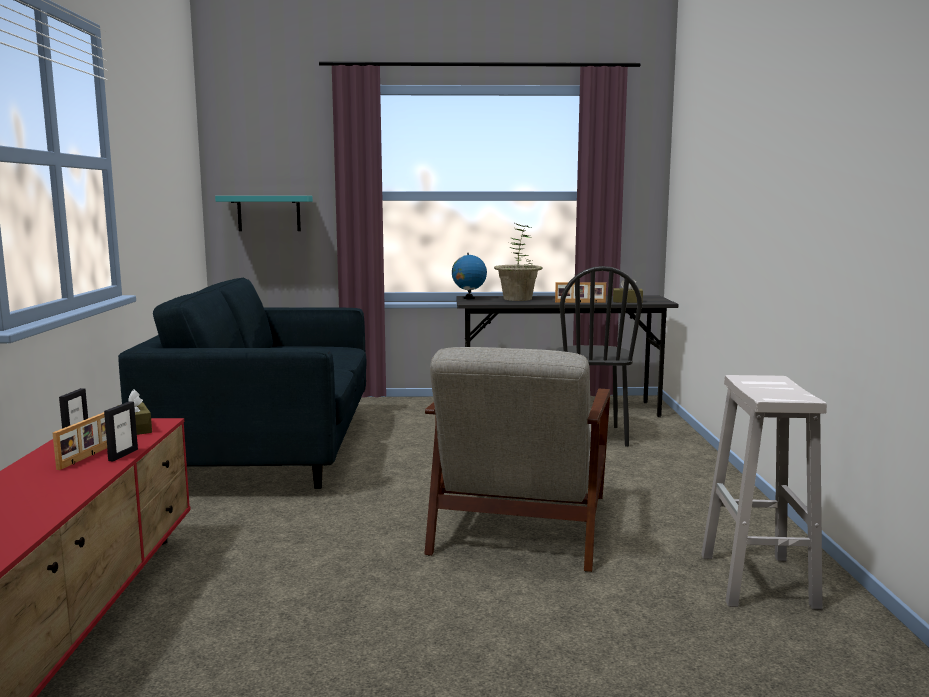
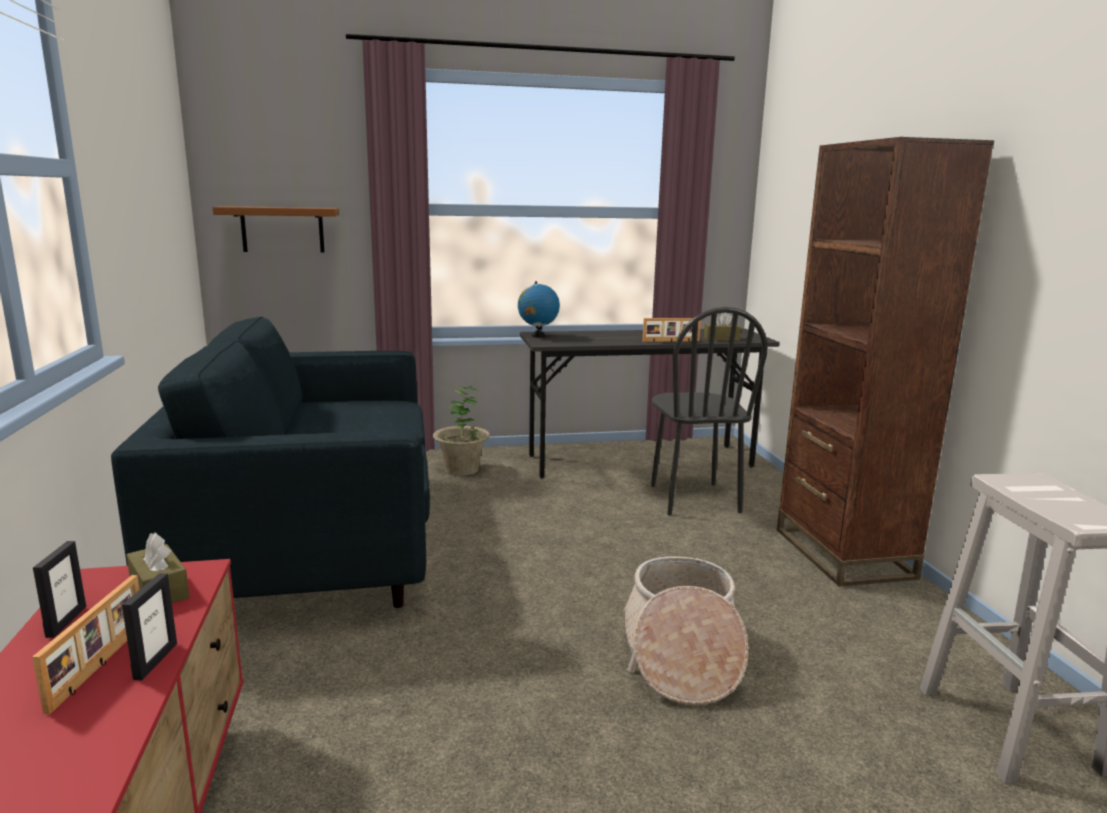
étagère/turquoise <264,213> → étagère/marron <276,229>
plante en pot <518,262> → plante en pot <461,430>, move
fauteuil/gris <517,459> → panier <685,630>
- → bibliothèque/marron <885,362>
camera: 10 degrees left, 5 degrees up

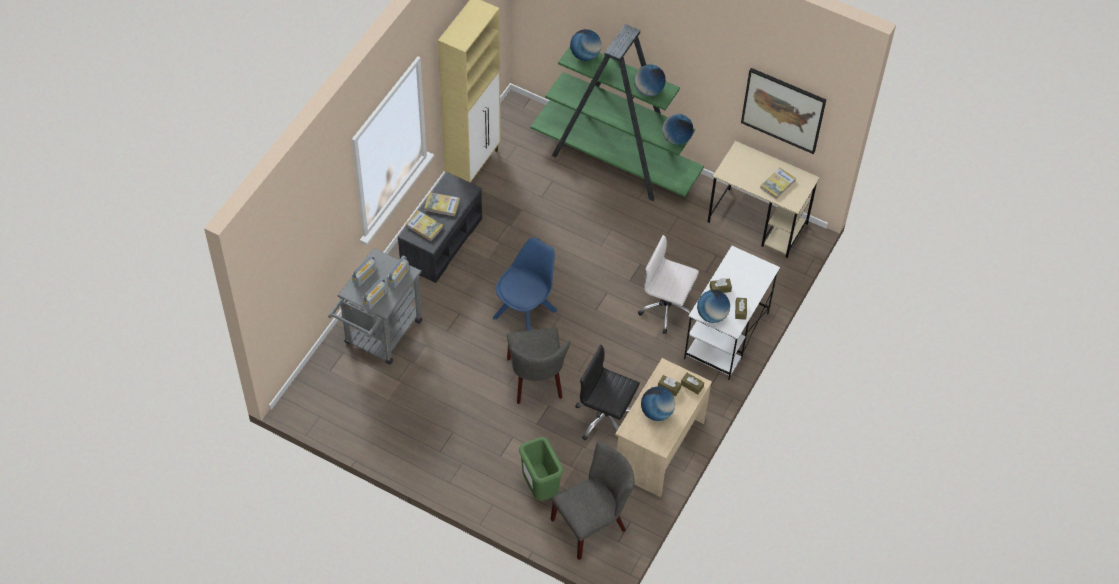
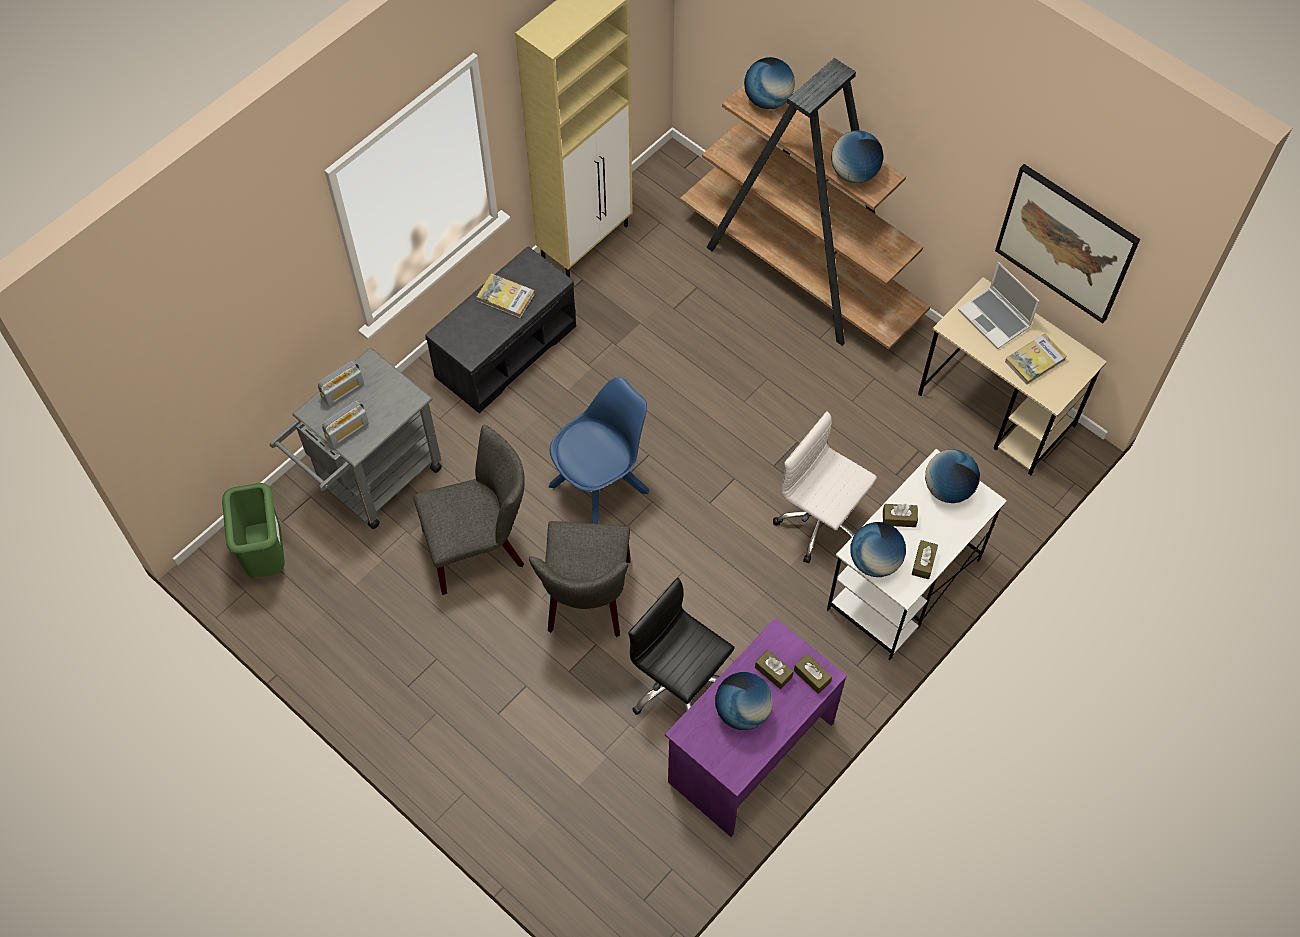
bibliothèque/vert <617,112> → bibliothèque/marron <805,204>
globe <677,129> → globe <952,476>, move
livre <424,225> → -
radio <398,272> → -
bureau/beige <663,427> → bureau/violet <756,727>
poubelle/vert <541,469> → poubelle/vert <253,530>, move
chaise/gris <592,500> → chaise/gris <469,510>, move
- → ordinateur portable <998,305>
camera: 15 degrees right, 5 degrees up

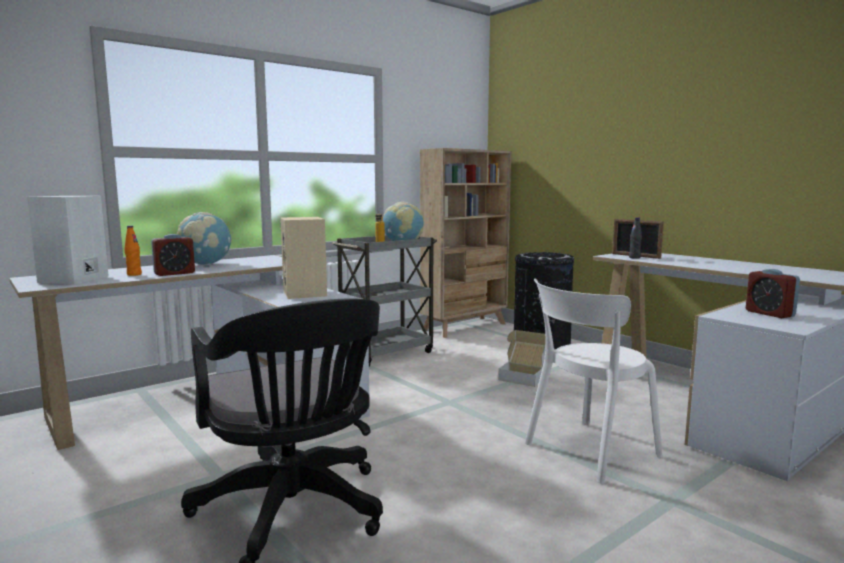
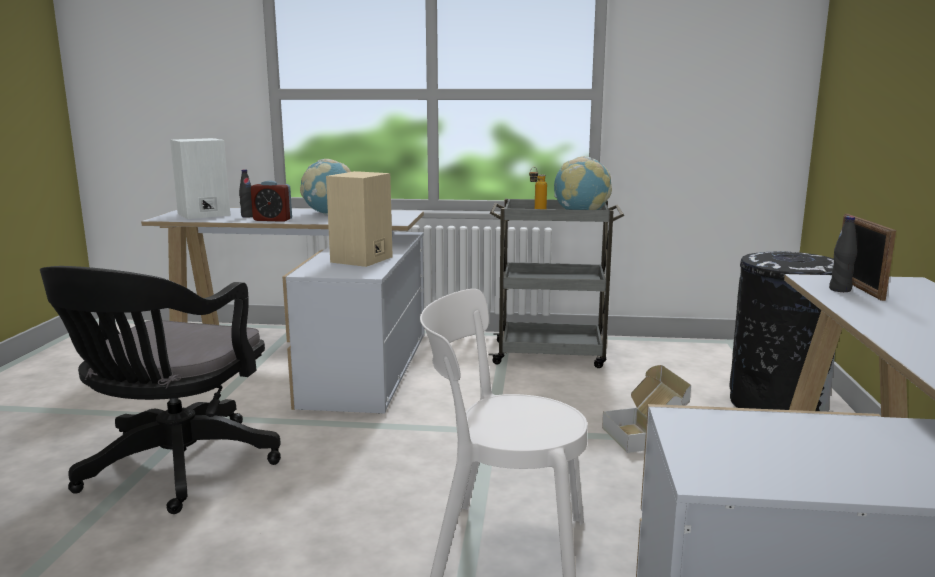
bibliothèque/beige <465,243> → -
bouteille/orange <133,251> → bouteille/noir <246,194>
réveil <773,293> → -
camera: 45 degrees right, 5 degrees up

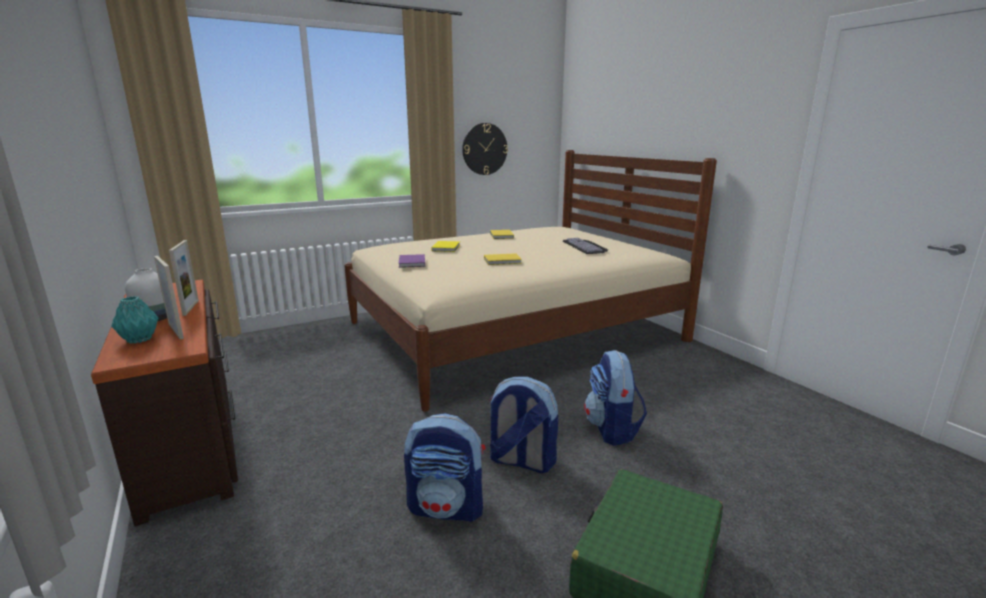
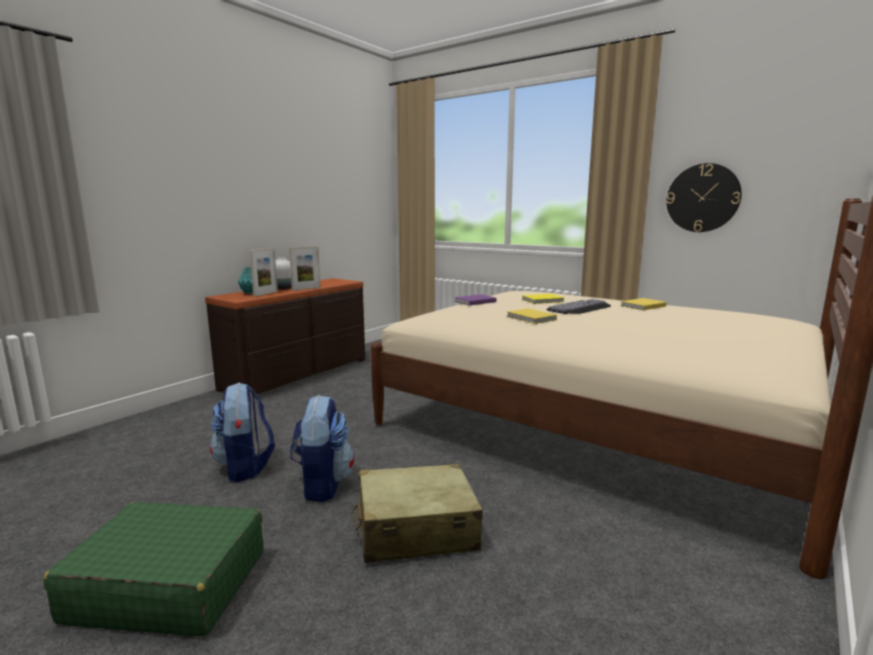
clavier <585,246> → clavier <578,306>, move
sac à dos <615,398> → valise/beige <417,513>
camera: 65 degrees right, 5 degrees down

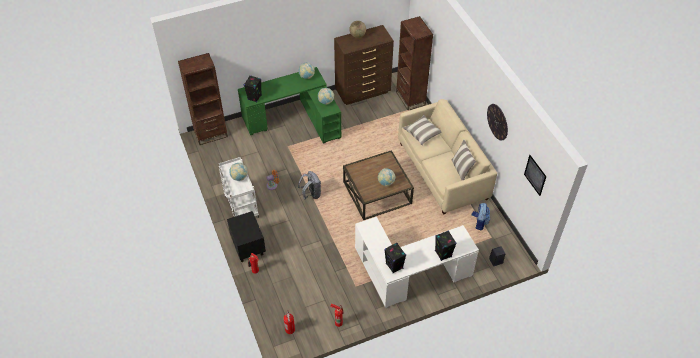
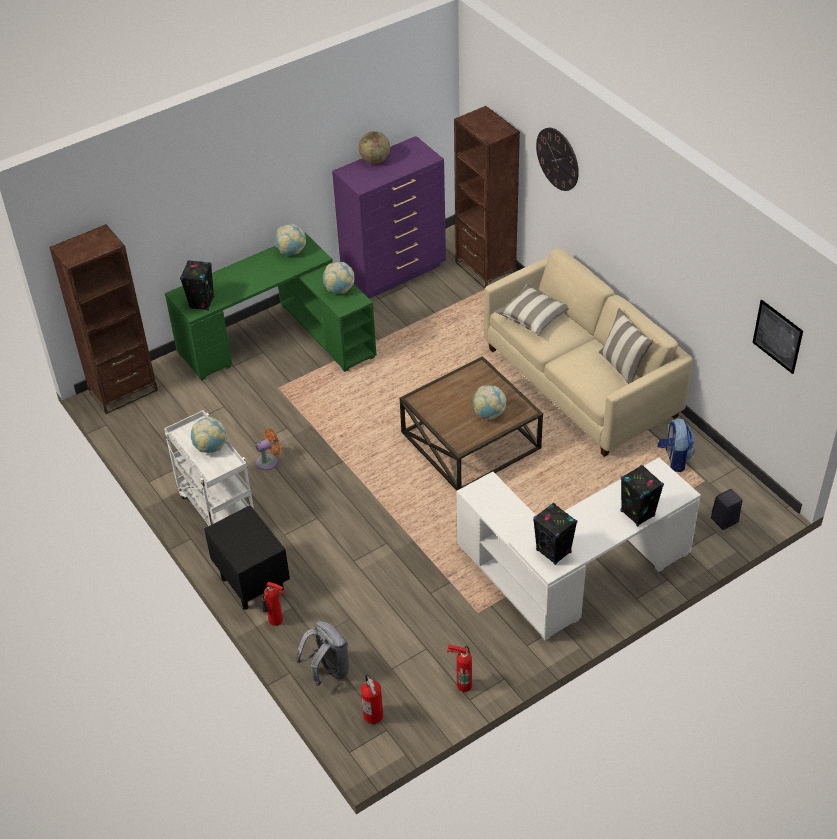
commode/marron <364,65> → commode/violet <389,217>
horloge murale <497,122> → horloge murale <557,159>, move
sac à dos/gris <309,185> → sac à dos/gris <322,653>, move
camera: 10 degrees left, 5 degrees down

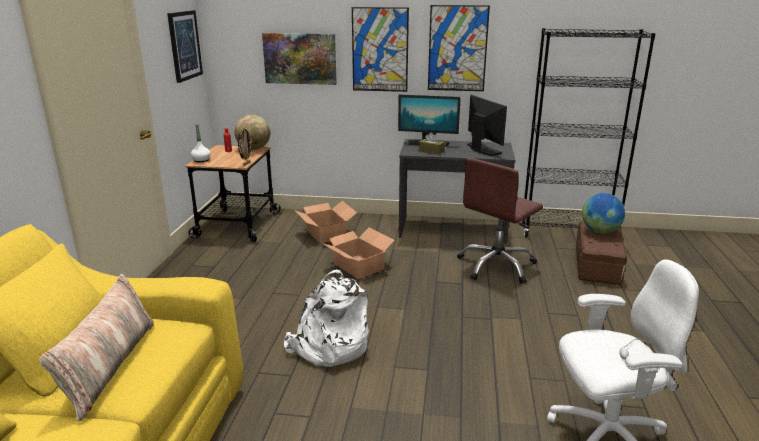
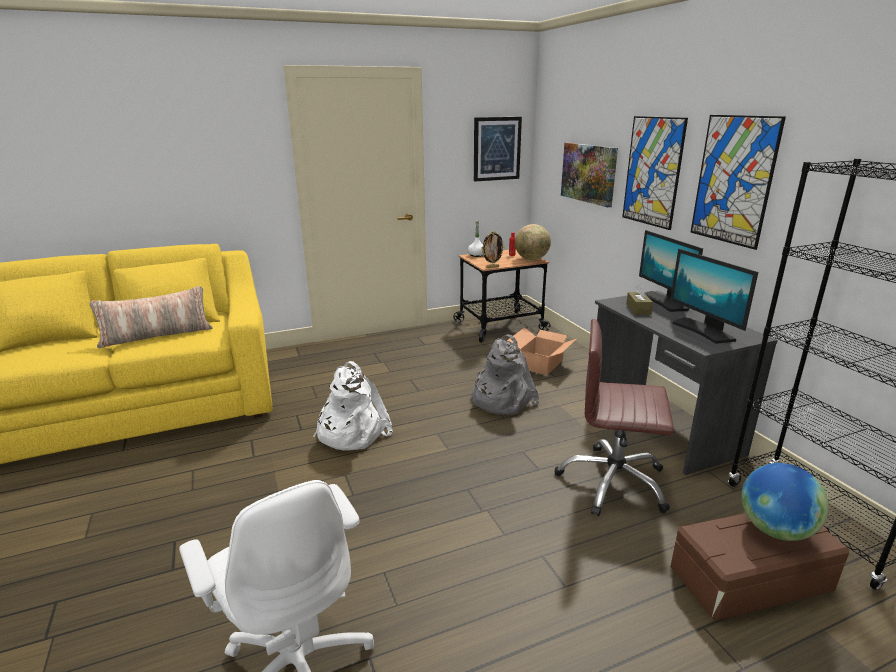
écran d'ordinateur <487,125> → écran d'ordinateur <714,296>, 120 degrees clockwise
carton <358,253> → sac à dos/gris <504,374>
camera: 60 degrees right, 0 degrees up

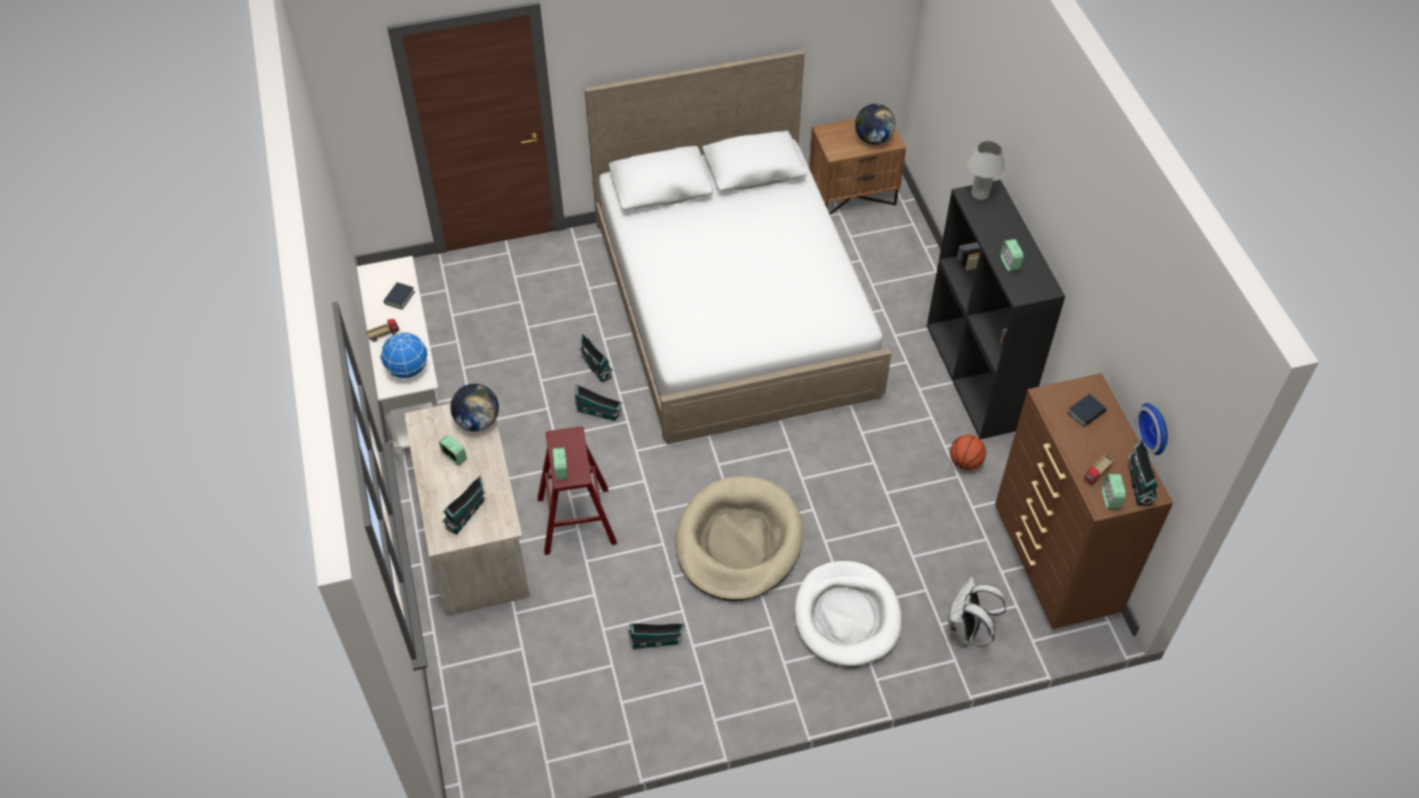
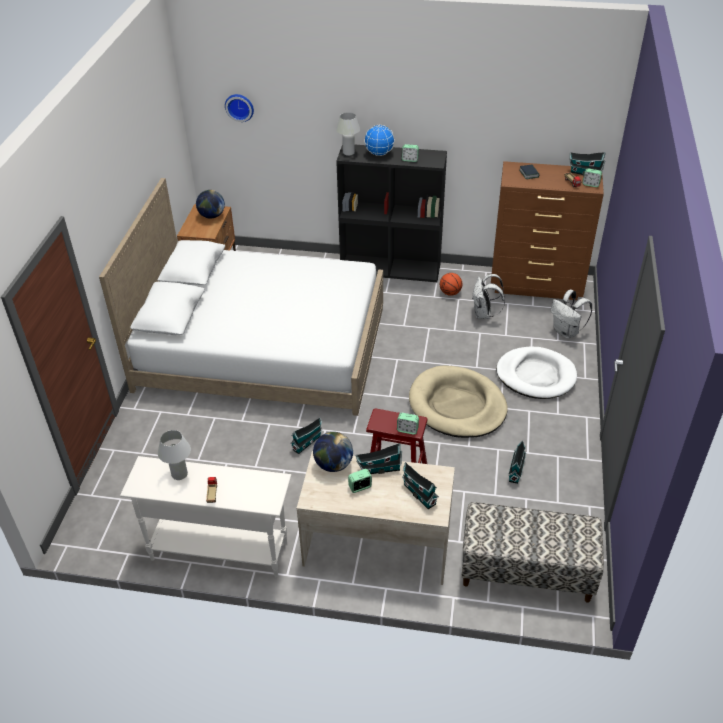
livre <399,296> → lampe de table/blanc <174,455>
globe <404,355> → globe <379,140>, move
maison miniature <596,358> → maison miniature <379,458>, move
horloge murale <1152,429> → horloge murale <239,108>, move
- → sac à dos/blanc <488,296>
- → banc <532,552>
camera: 65 degrees left, 10 degrees down

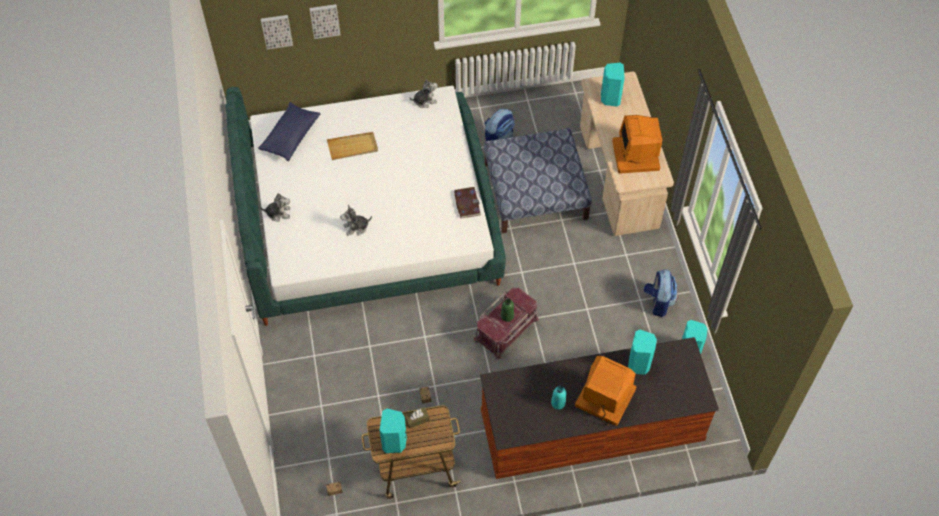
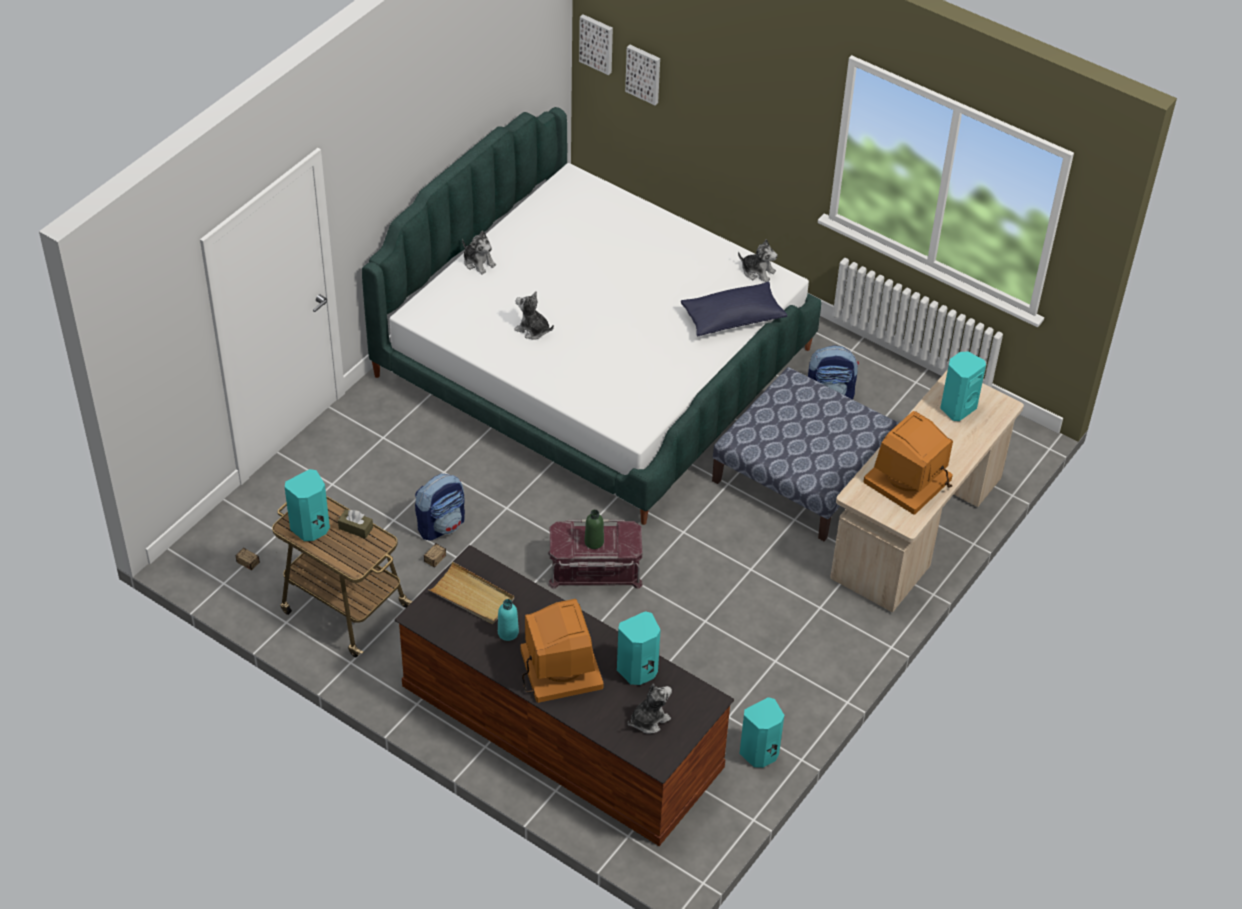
tableau <324,21> → tableau <596,44>, move
coussin/bleu <289,131> → coussin/bleu <734,309>, move
plateau/beige <352,146> → plateau/beige <471,592>, move
livre <467,202> → -
sac à dos <661,293> → sac à dos <440,507>, move
- → peluche <649,709>
camera: 45 degrees right, 10 degrees down

